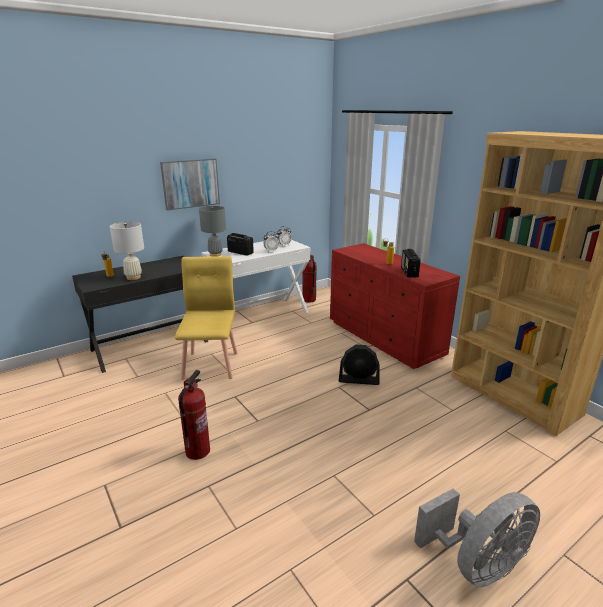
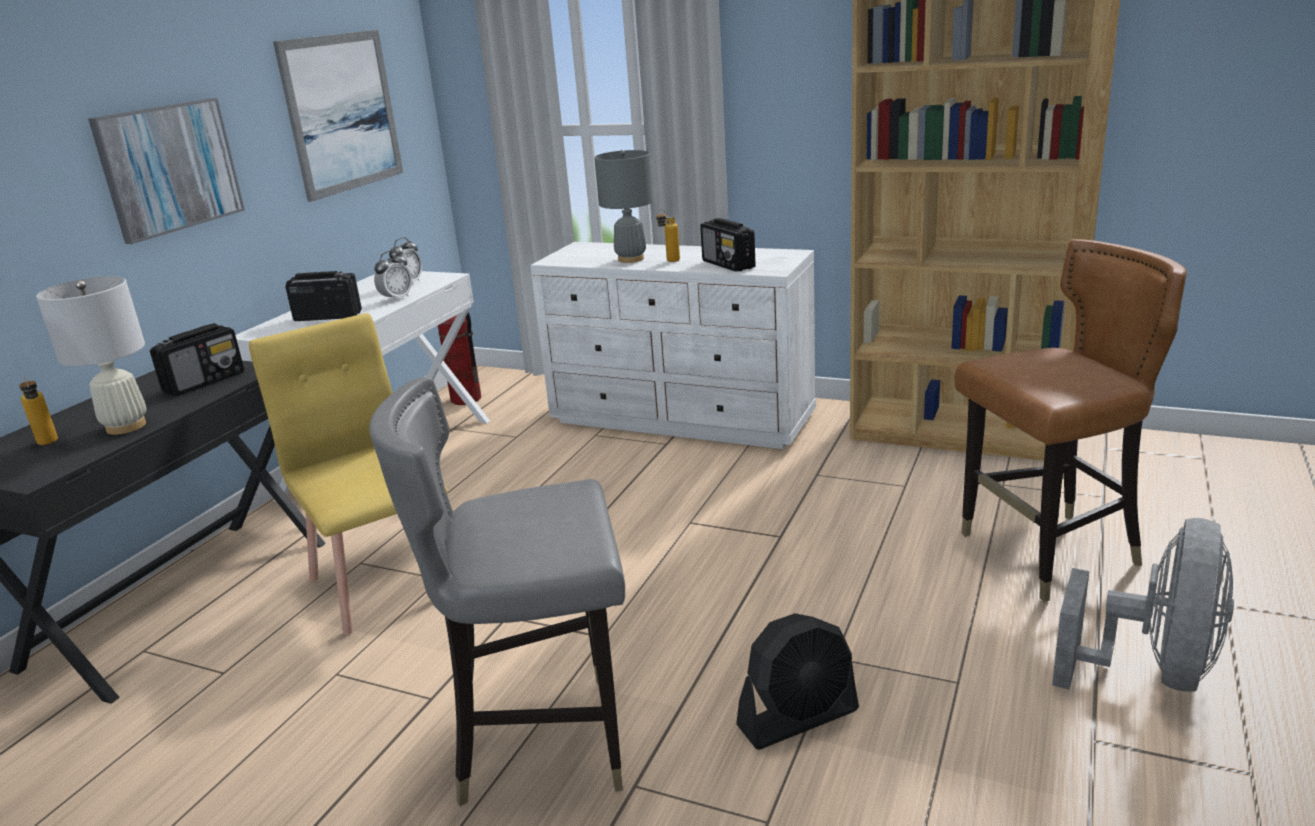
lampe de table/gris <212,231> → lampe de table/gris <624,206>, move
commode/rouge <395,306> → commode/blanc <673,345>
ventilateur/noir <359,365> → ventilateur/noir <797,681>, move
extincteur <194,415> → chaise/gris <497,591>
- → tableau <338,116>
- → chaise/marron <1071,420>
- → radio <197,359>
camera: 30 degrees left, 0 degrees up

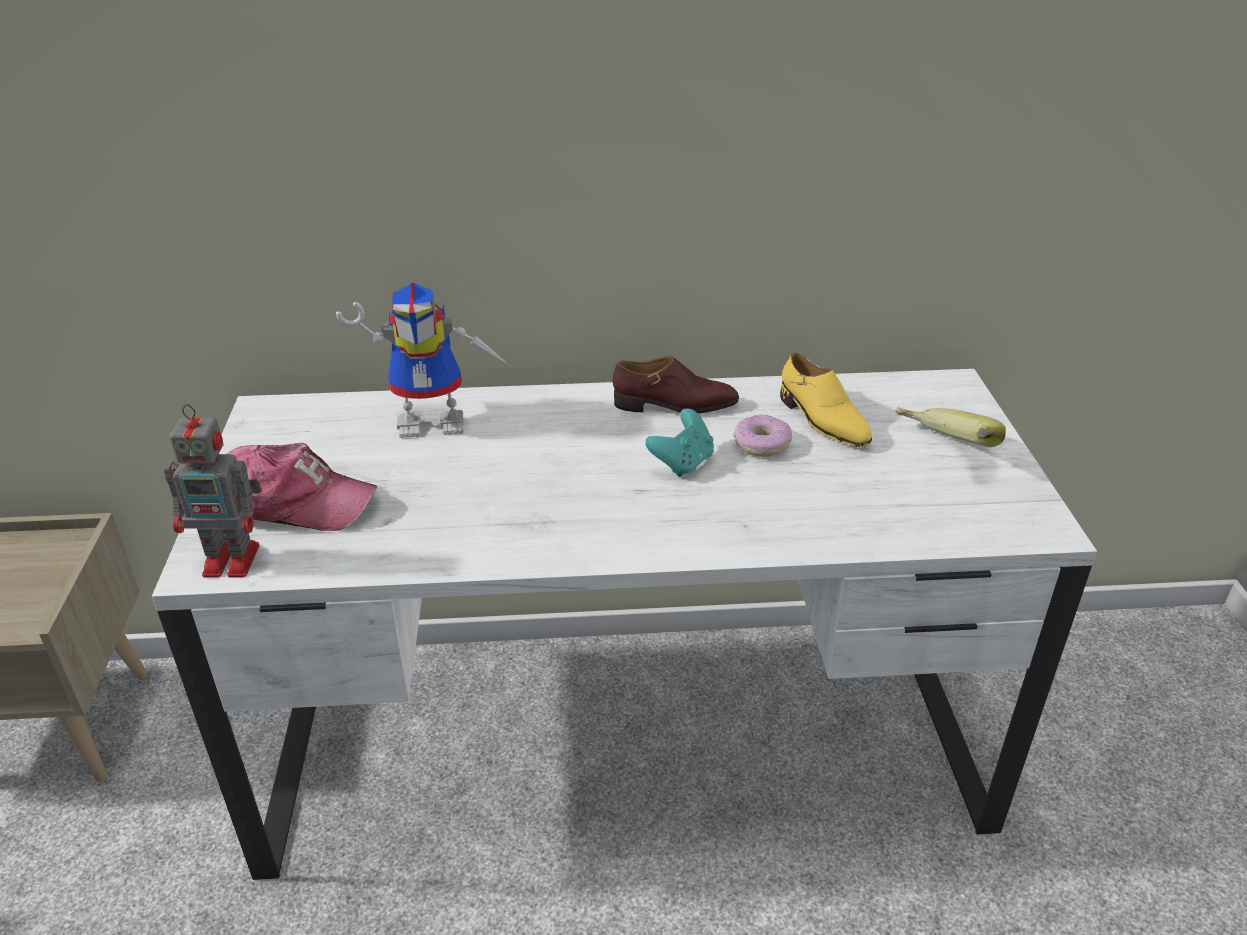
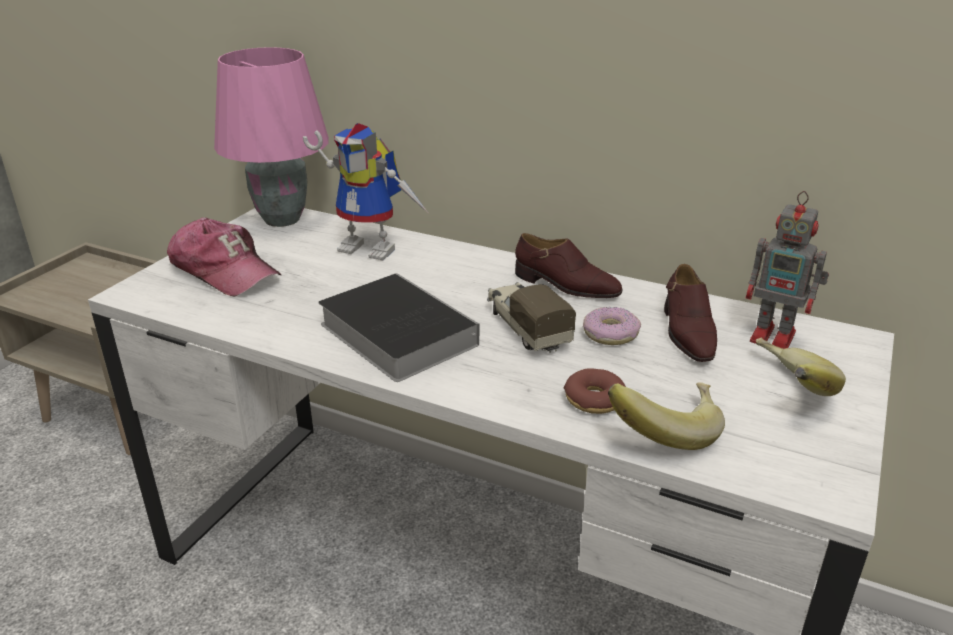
chaussure/jaune <826,400> → chaussure/marron <690,313>
robot jouet <212,491> → robot jouet <787,270>, move
manette/turquoise <679,442> → camion jouet <531,317>
- → lampe de table/rose <271,137>
- → livre <398,327>
- → beignet <595,391>
- → banane <666,416>
camera: 30 degrees right, 5 degrees down

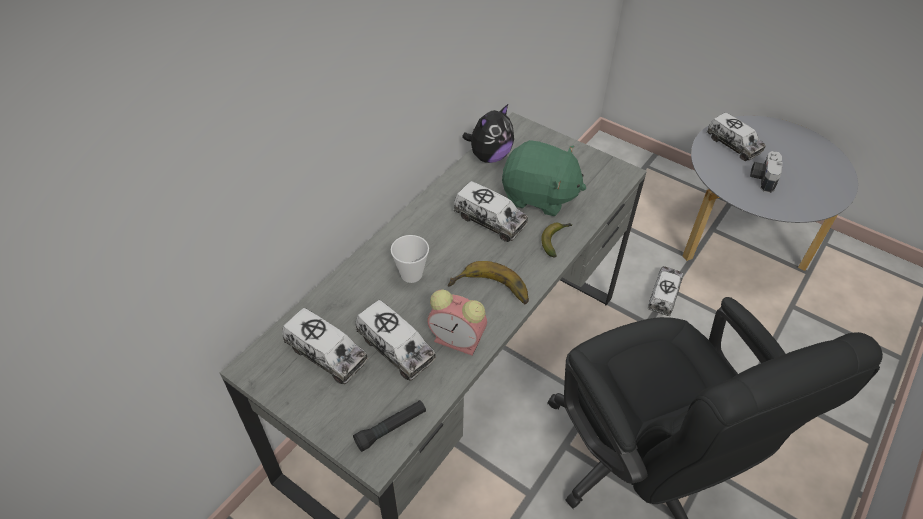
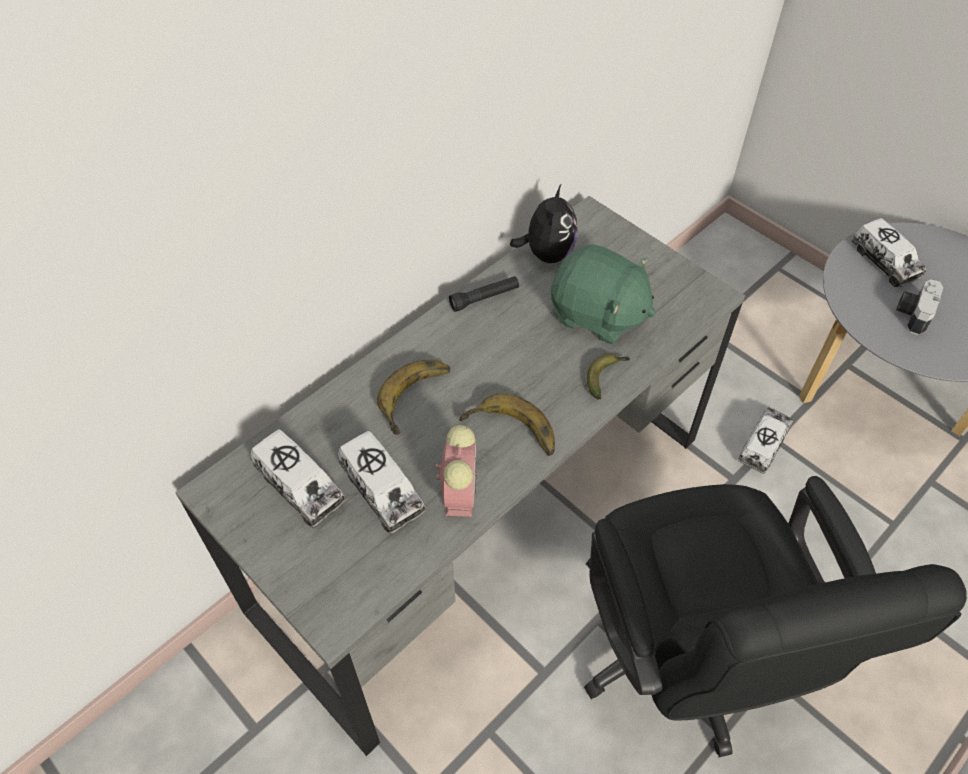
peluche <488,133> → peluche <543,223>, 45 degrees counterclockwise
camion jouet <490,211> → -
tasse <410,259> → banane <413,397>
réveil <457,322> → réveil <456,471>, 120 degrees counterclockwise
lampe de poche/noir <389,426> → lampe de poche/noir <484,294>, move
camera: 10 degrees right, 5 degrees up

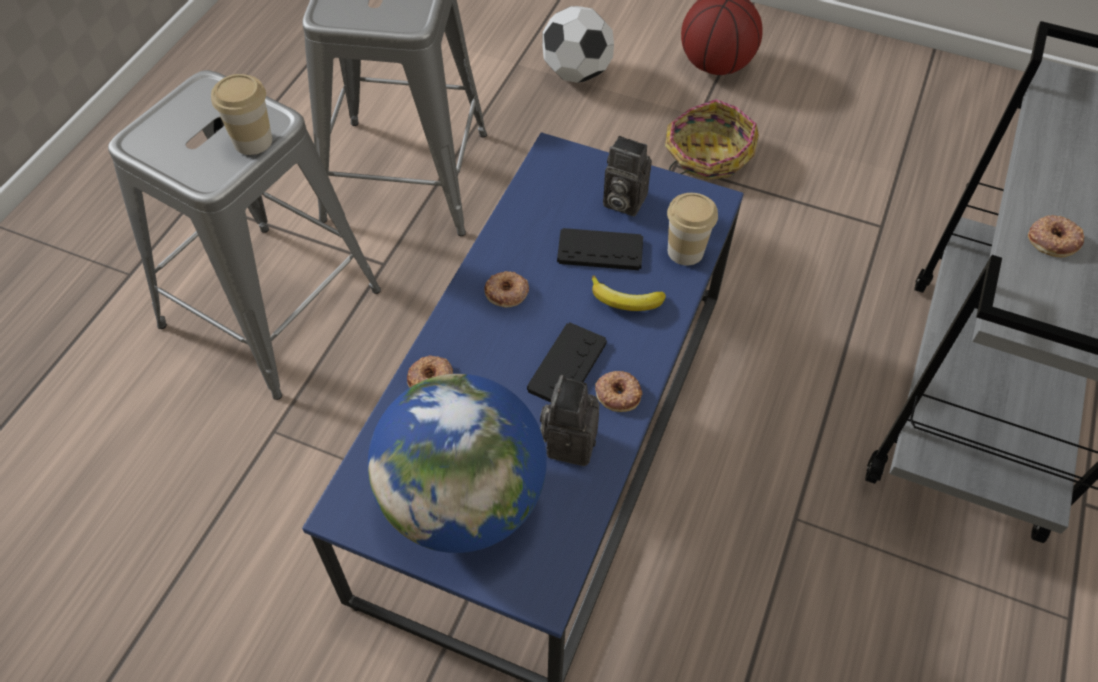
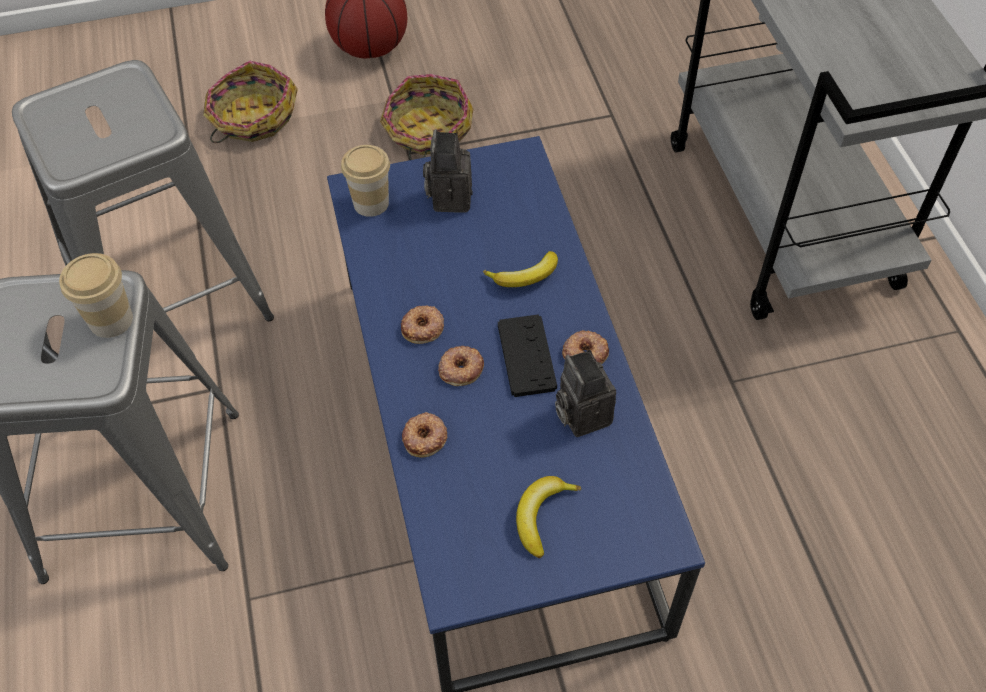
ballon de foot <578,44> → panier <250,102>
appareil photo <627,176> → appareil photo <448,171>, 105 degrees clockwise
tasse <692,229> → tasse <365,181>, move
beignet <1056,236> → beignet <461,366>, move
manette/noir <600,249> → -
globe <457,463> → banane <548,517>
camera: 35 degrees left, 0 degrees up

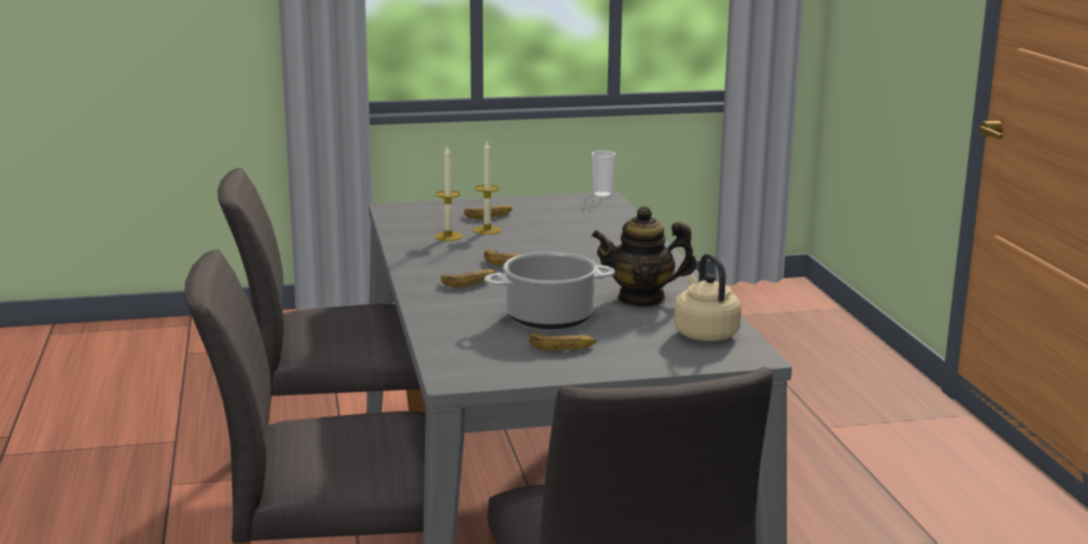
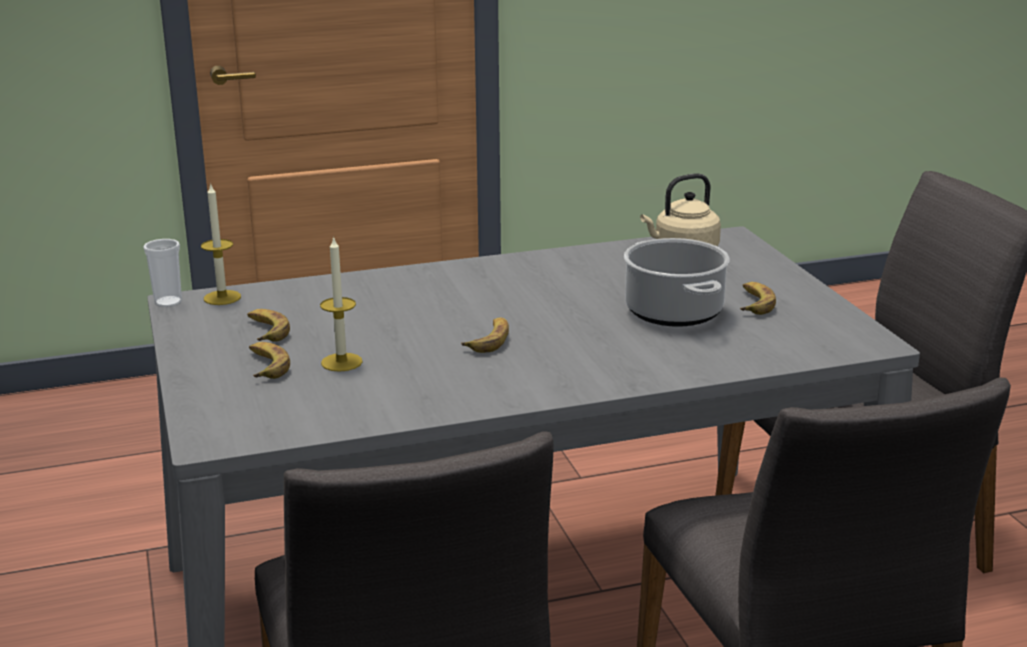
bougie <448,193> → bougie <221,244>, move
théière <644,256> → -
banane <468,278> → banane <268,325>, move
camera: 95 degrees left, 5 degrees up

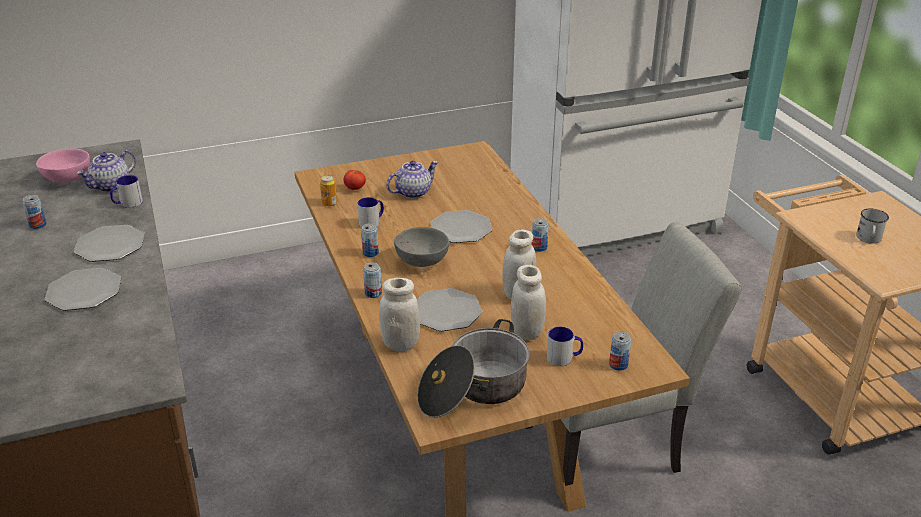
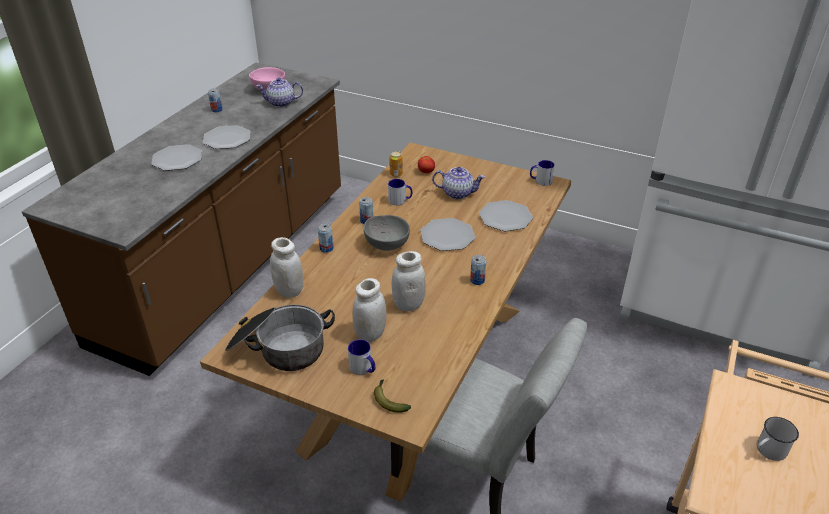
mug <126,191> → mug <542,173>, move
assiette <449,309> → assiette <506,215>, move
boîte métallique <620,351> → banane <392,396>
camera: 45 degrees right, 5 degrees up

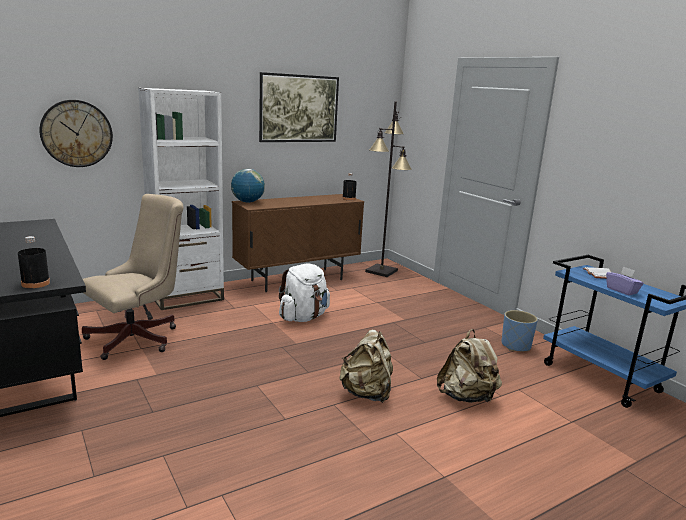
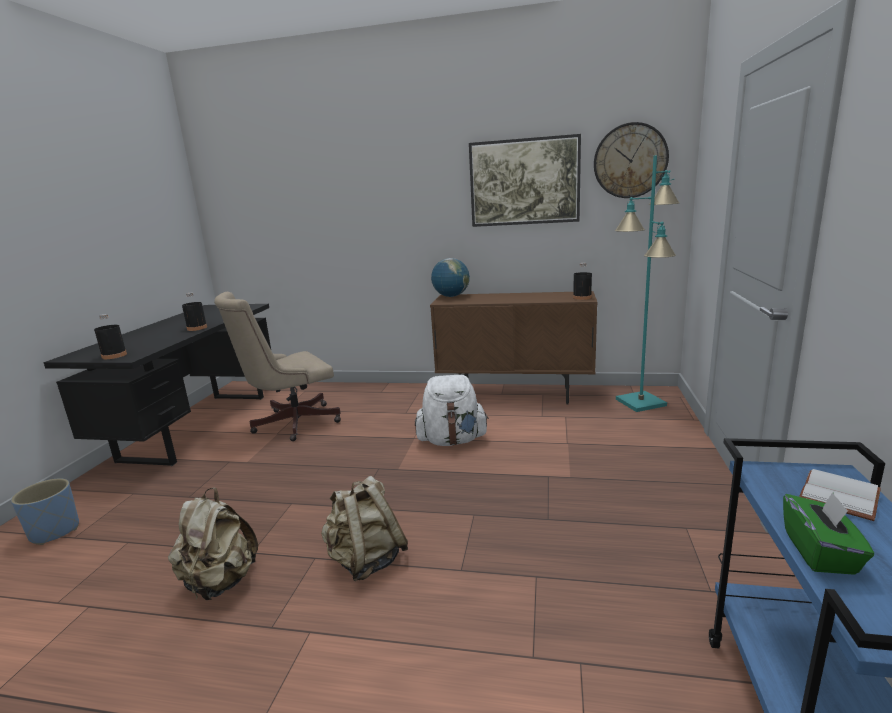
bibliothèque/blanc <181,199> → -
horloge murale <76,133> → horloge murale <631,160>, move
lampadaire/noir <388,189> → lampadaire/turquoise <647,283>
chaise de bureau/beige <133,277> → chaise de bureau/beige <277,366>, 150 degrees clockwise
boîte à mouchoirs/violet <625,280> → boîte à mouchoirs/vert <828,533>
cache-pot/bleu <520,330> → cache-pot/bleu <45,511>, move
sac à dos/beige <469,366> → sac à dos/beige <213,544>, move
- → bouteille/noir <194,312>
camera: 45 degrees right, 0 degrees up

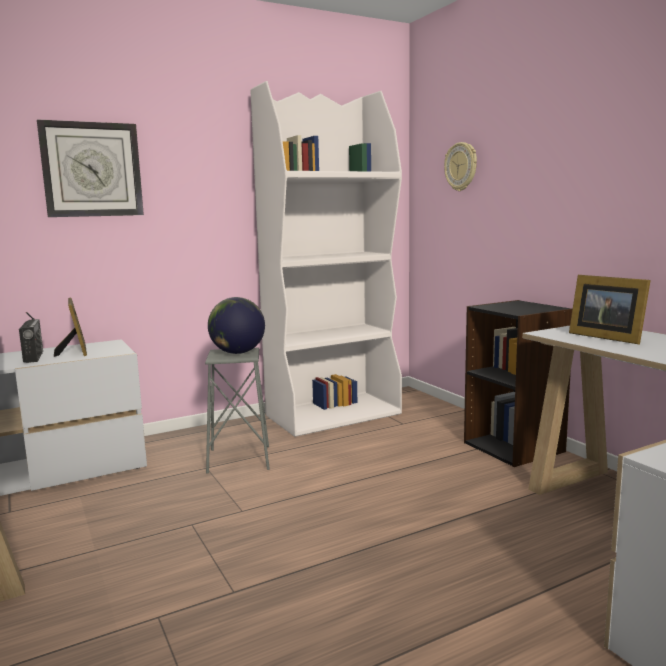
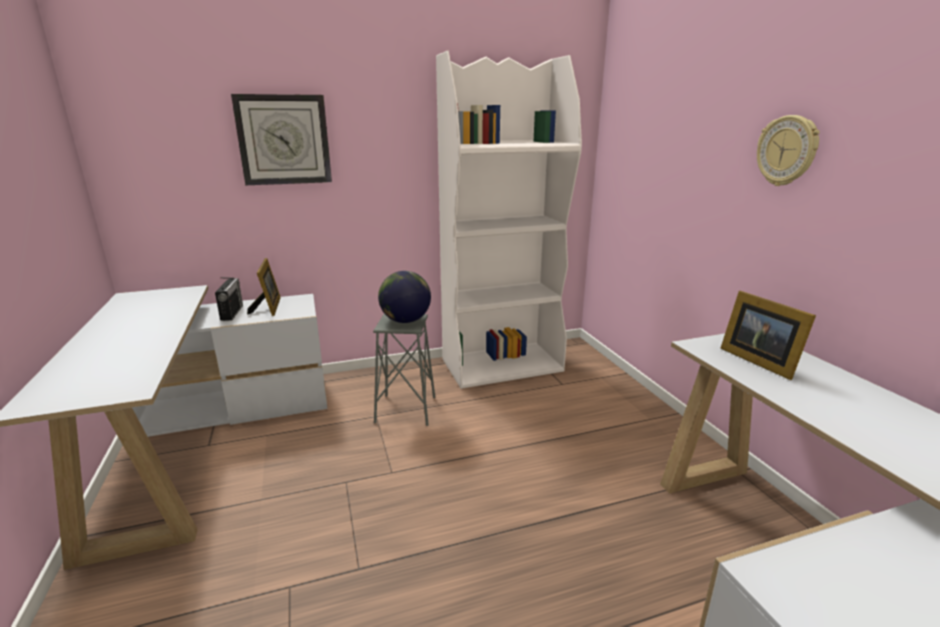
horloge murale <460,166> → horloge murale <788,150>, move
bibliothèque/noir <518,383> → -
camera: 10 degrees right, 10 degrees up

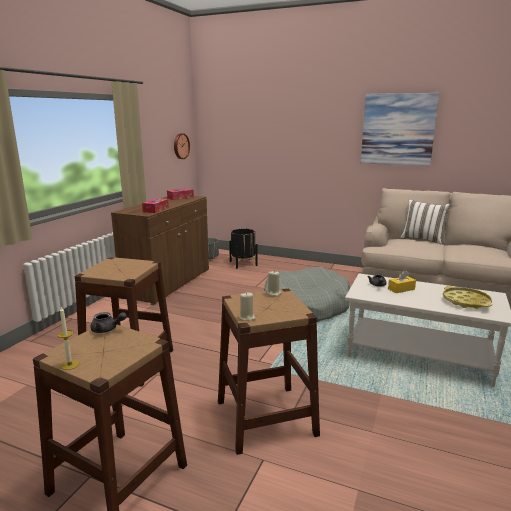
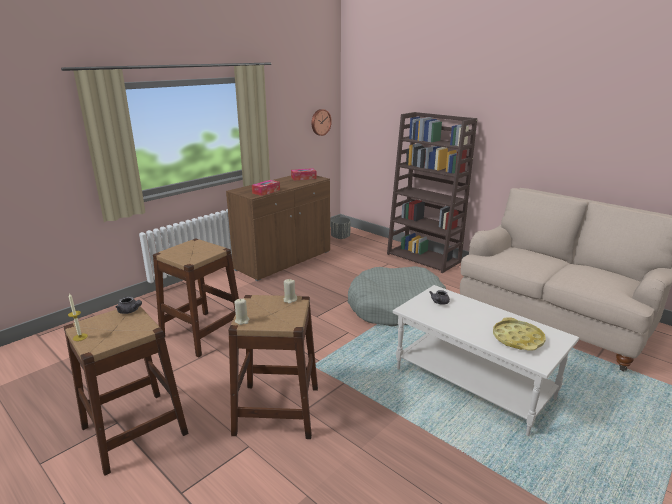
tableau <400,129> → -
coussin/blanc <425,222> → -
cache-pot/noir <243,248> → -
boîte à mouchoirs/jaune <402,281> → -
- → bibliothèque/marron <432,192>
camera: 20 degrees right, 5 degrees up

